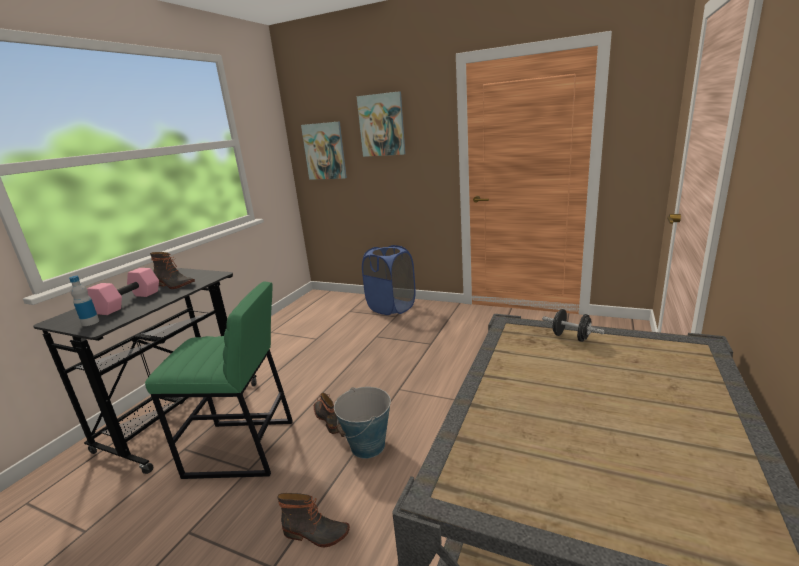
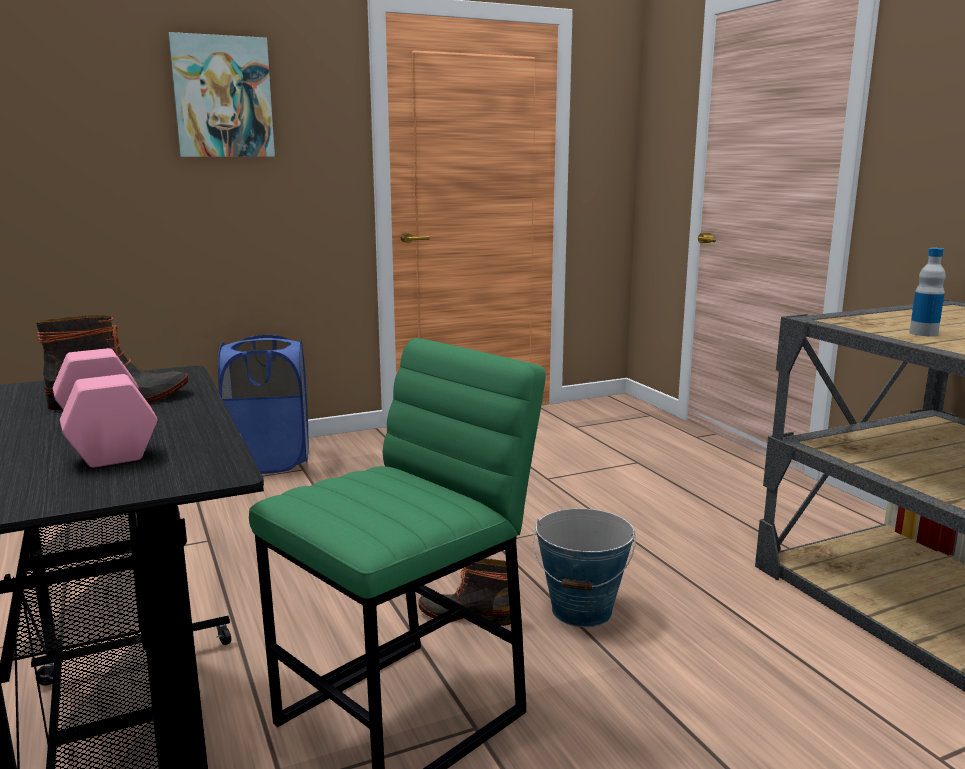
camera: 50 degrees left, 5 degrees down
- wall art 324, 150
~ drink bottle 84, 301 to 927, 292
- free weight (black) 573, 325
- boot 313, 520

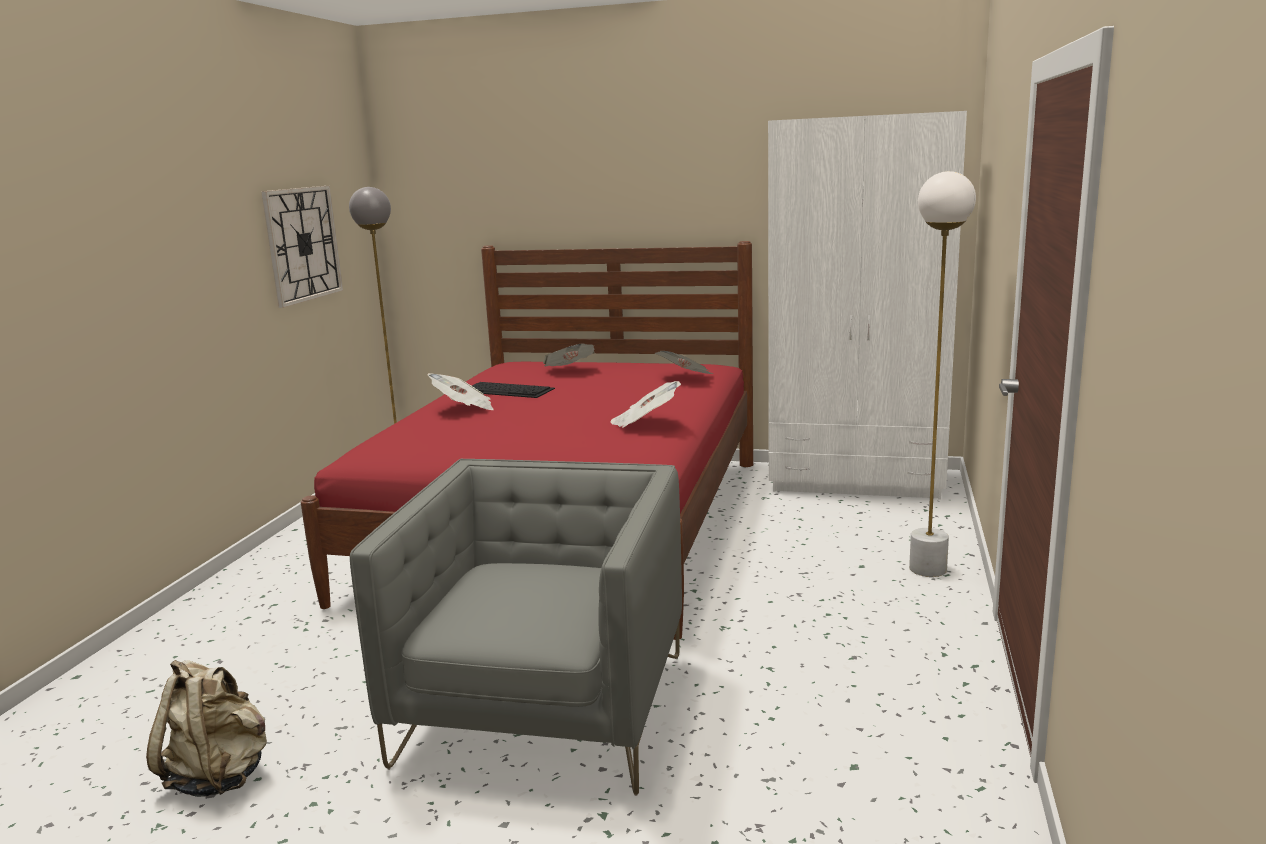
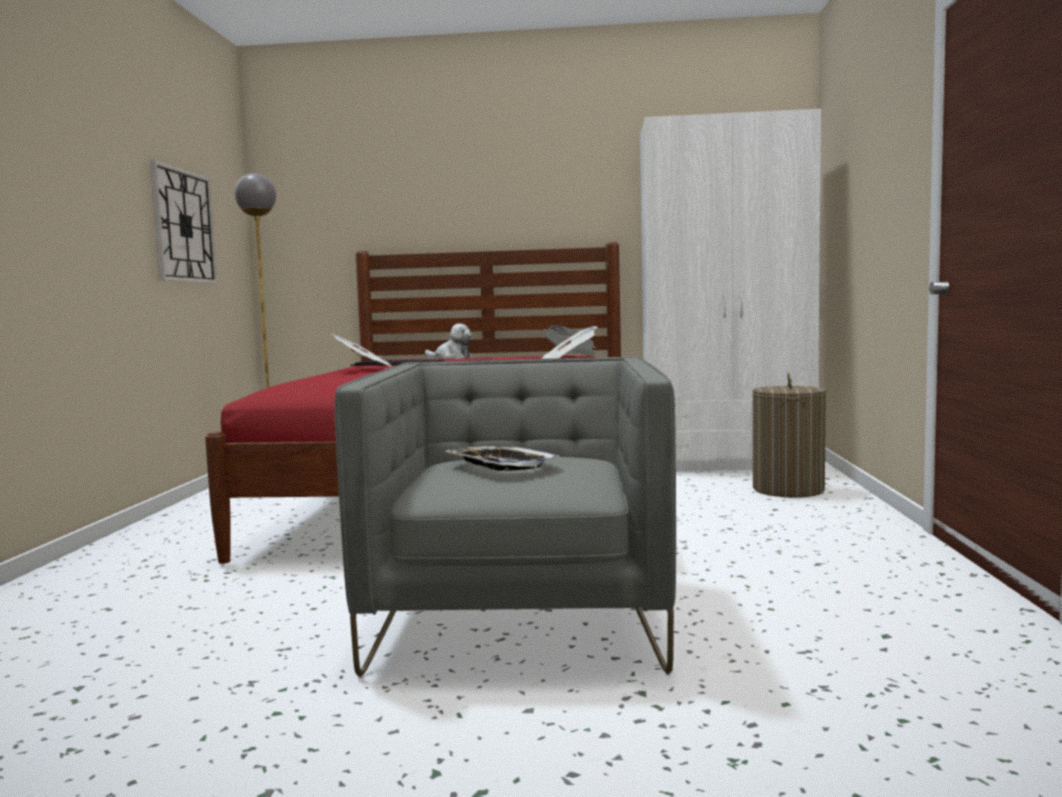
camera: 10 degrees left, 10 degrees down
- standing lamp (whitish) 942, 374
~ newspaper 568, 355 to soft toy 448, 341
- knapsack (beige-coloured) 206, 728
+ laundry basket 789, 435
+ carrying tray 503, 458

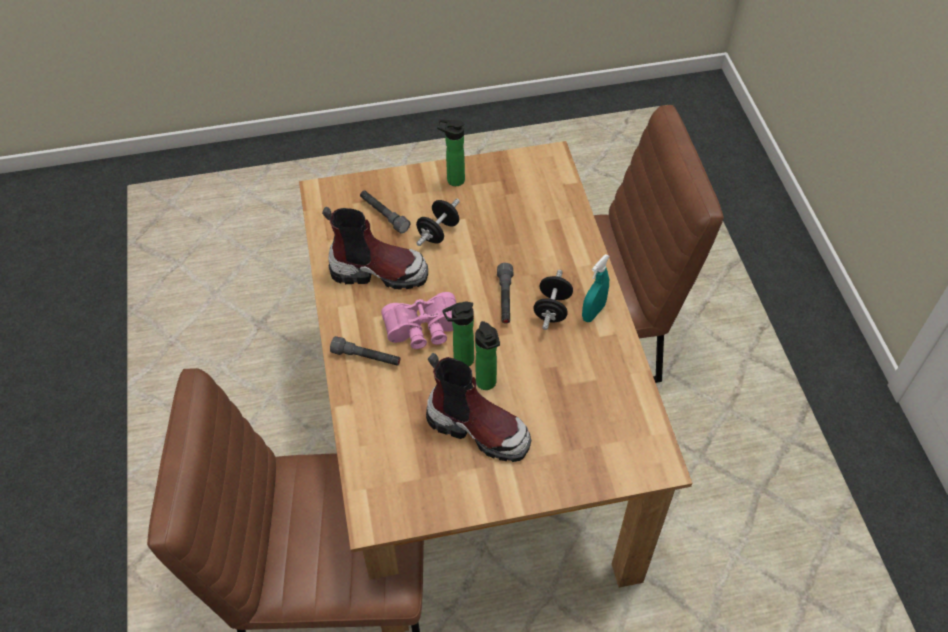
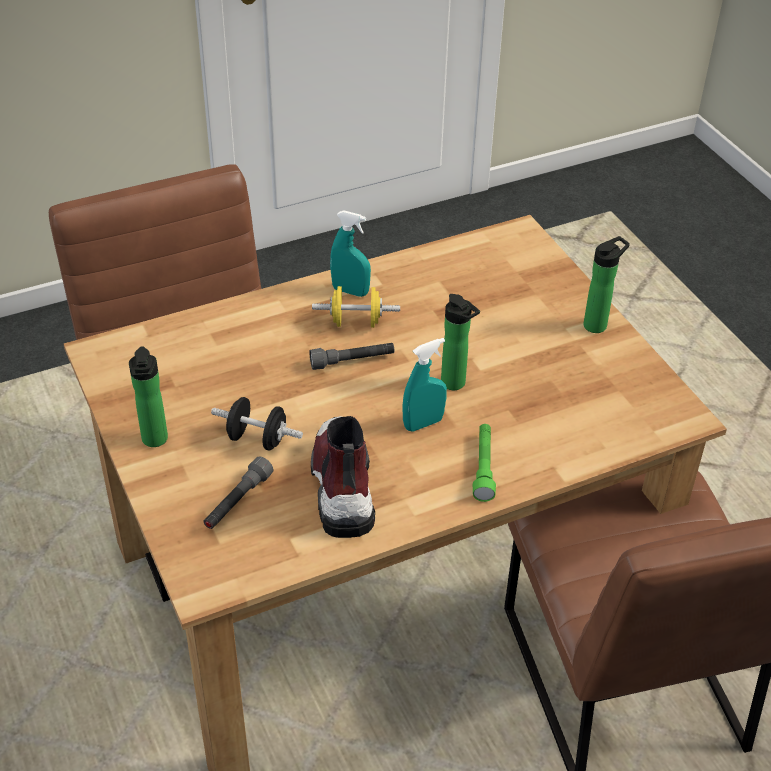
camera: 105 degrees left, 10 degrees down
~ free weight (black) 553, 300 to free weight (yellowish) 356, 307
~ binoculars (pink) 418, 320 to spray bottle (turquoise) 424, 384
~ drink bottle 487, 355 to 606, 284
~ flashlight (grey) 365, 351 to flashlight (greenish) 484, 463
- boot 478, 407

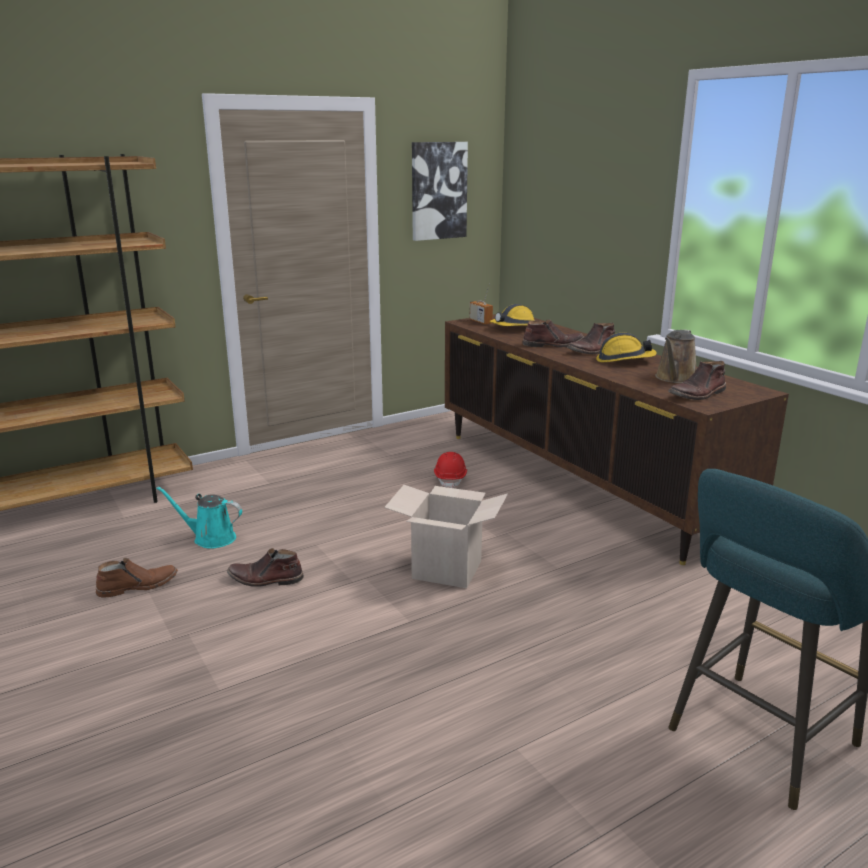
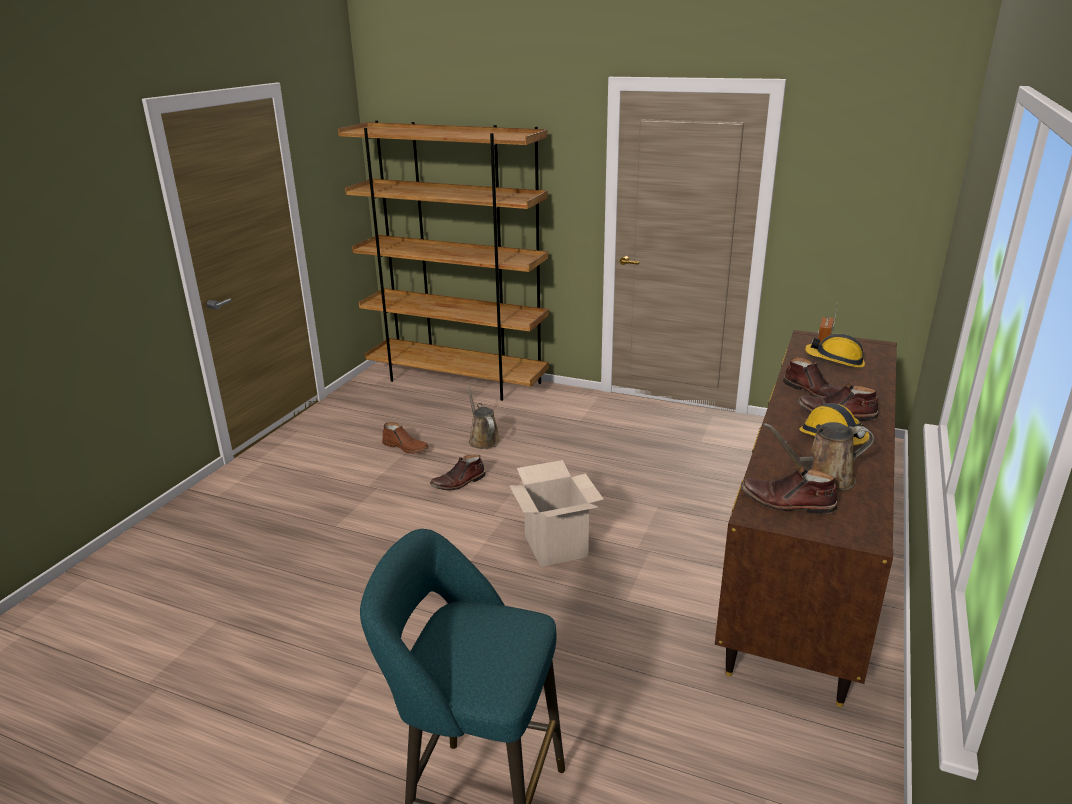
camera: 55 degrees right, 5 degrees up
- wall art 440, 191
- work helmet (red) 450, 470
~ watering can (turquoise) 199, 517 to watering can (brown) 483, 418
~ boot (brown) 265, 567 = 458, 472 90 degrees counterclockwise

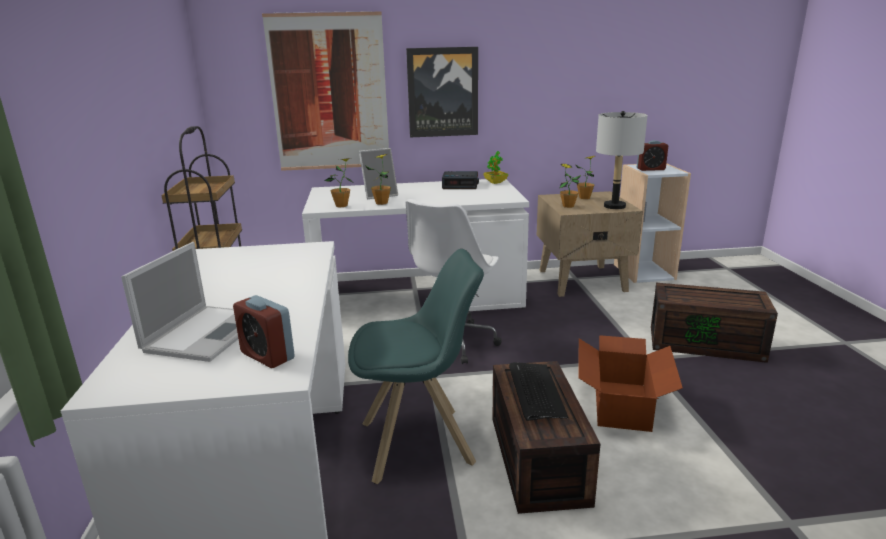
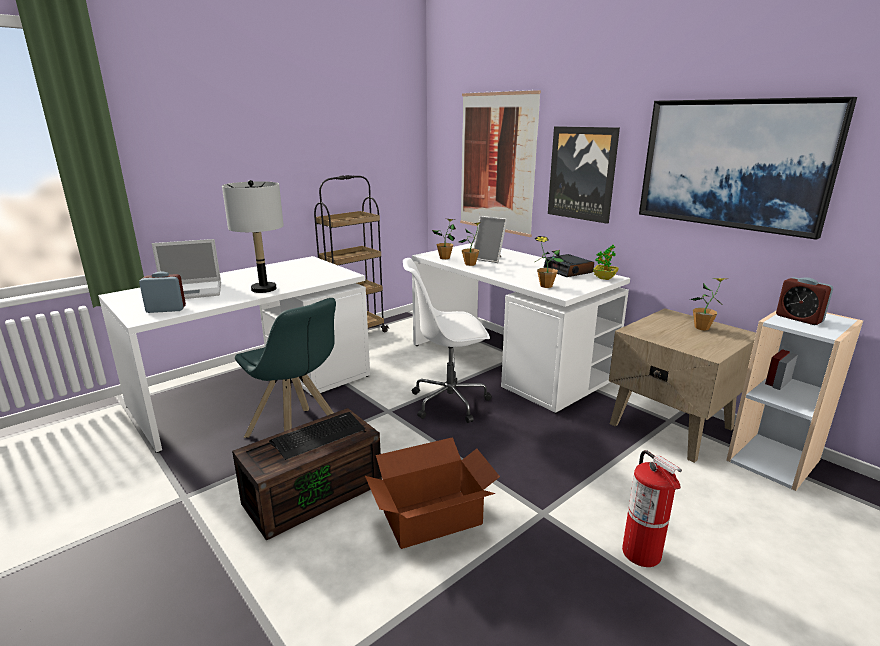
camera: 55 degrees right, 0 degrees up
~ table lamp (grey) 622, 160 to 253, 236
~ houseplant 570, 186 to 549, 262
~ storage box (brown) 714, 323 to fire-fighting cylinder 652, 508
~ table clock 264, 331 = 162, 292 75 degrees clockwise
+ wall art 748, 168

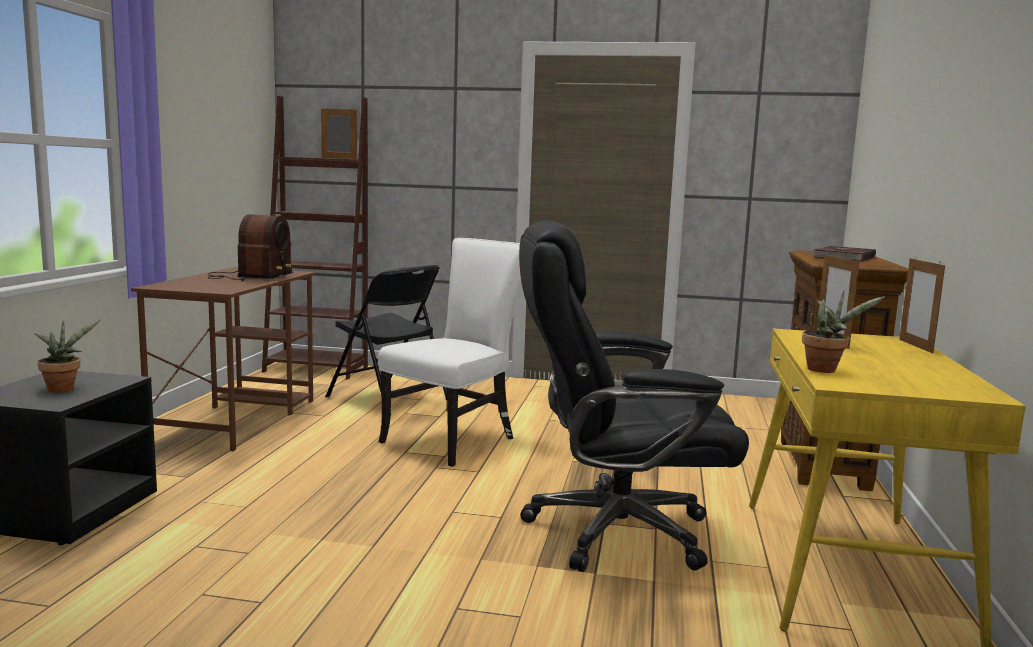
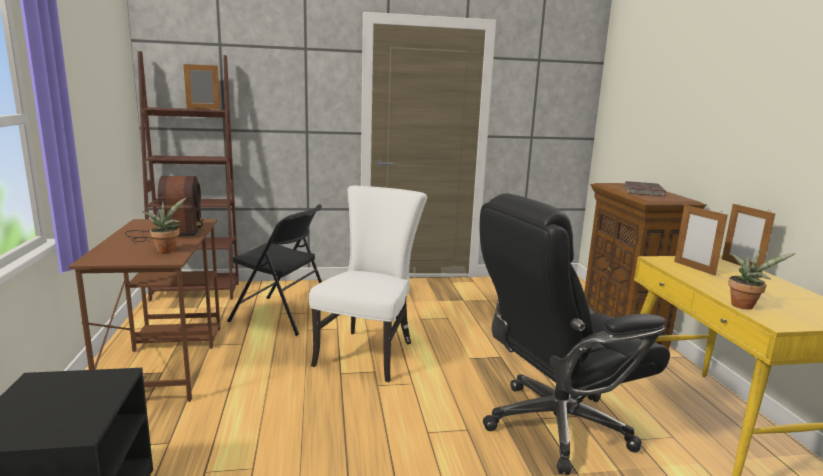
camera: 20 degrees left, 5 degrees up
~ houseplant 67, 355 to 164, 225

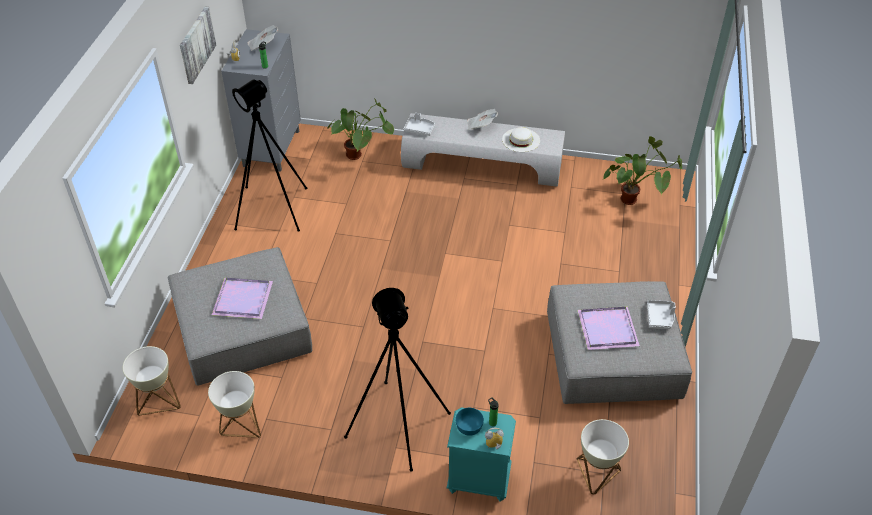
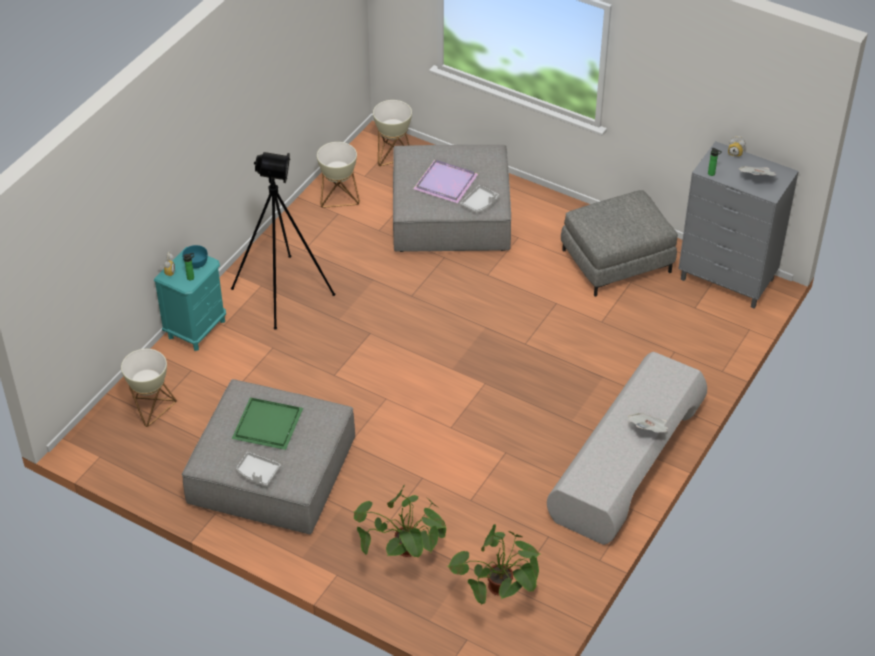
camera: 110 degrees right, 0 degrees up
- wall art 198, 45
~ standing lamp (black) 269, 155 to footrest (grey) 619, 243
~ houseplant 361, 129 to 400, 521
~ carrying tray (grey) 419, 124 to 480, 199
- clothing hat (whitish) 521, 139
~ carrying tray (purple-coloured) 609, 328 to carrying tray (greenish) 267, 423

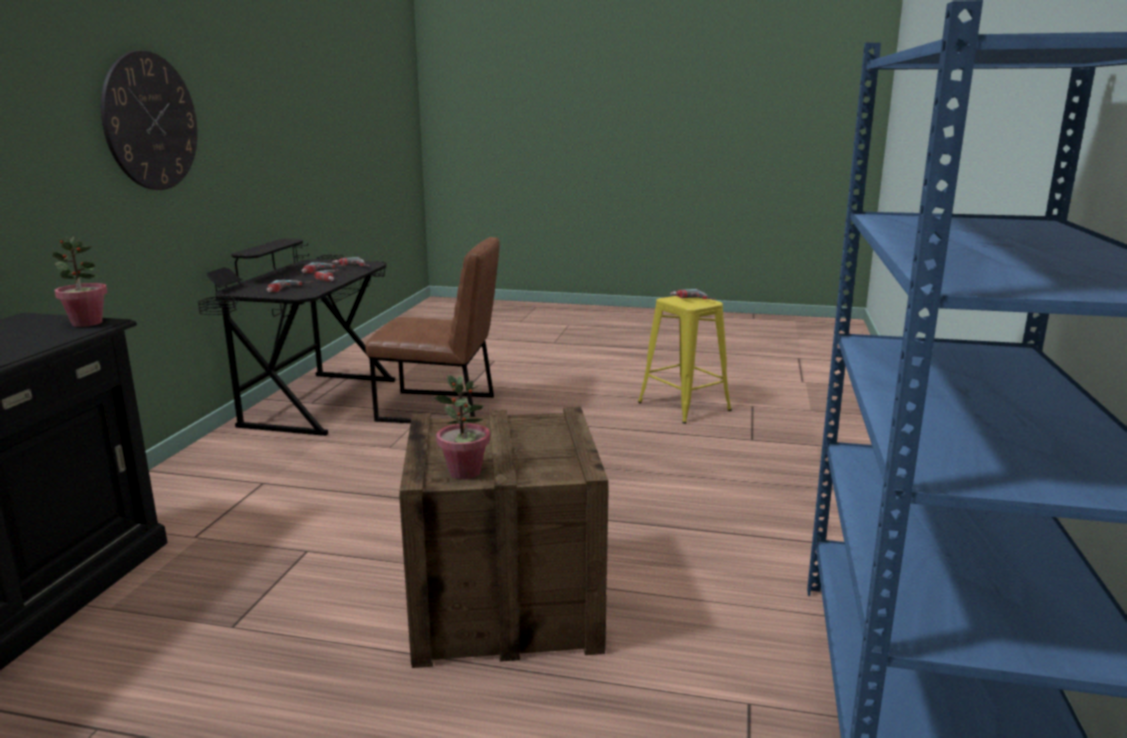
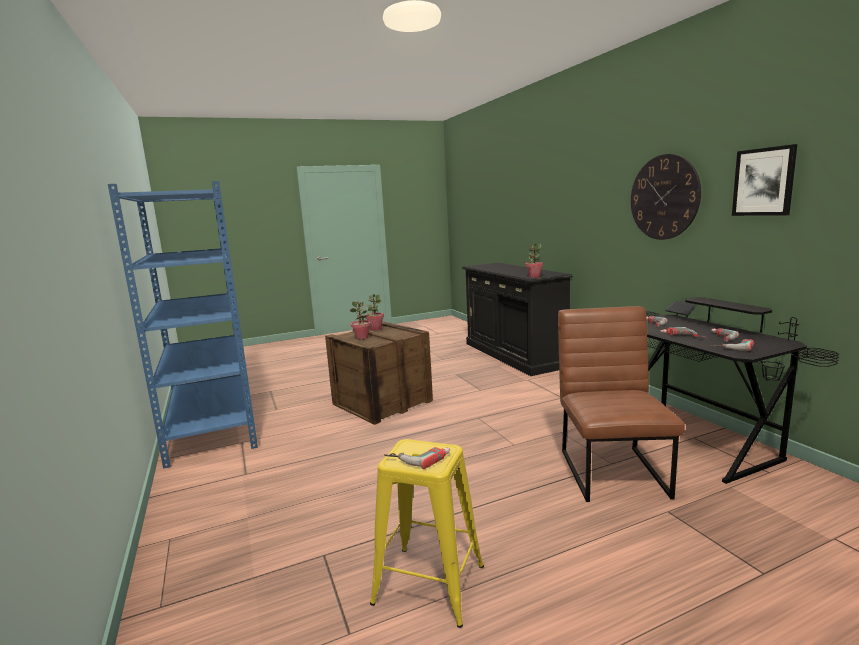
camera: 145 degrees right, 5 degrees down
~ plain chair (brown) 432, 330 = 621, 404 120 degrees clockwise
+ wall art 764, 180
+ houseplant 360, 320

